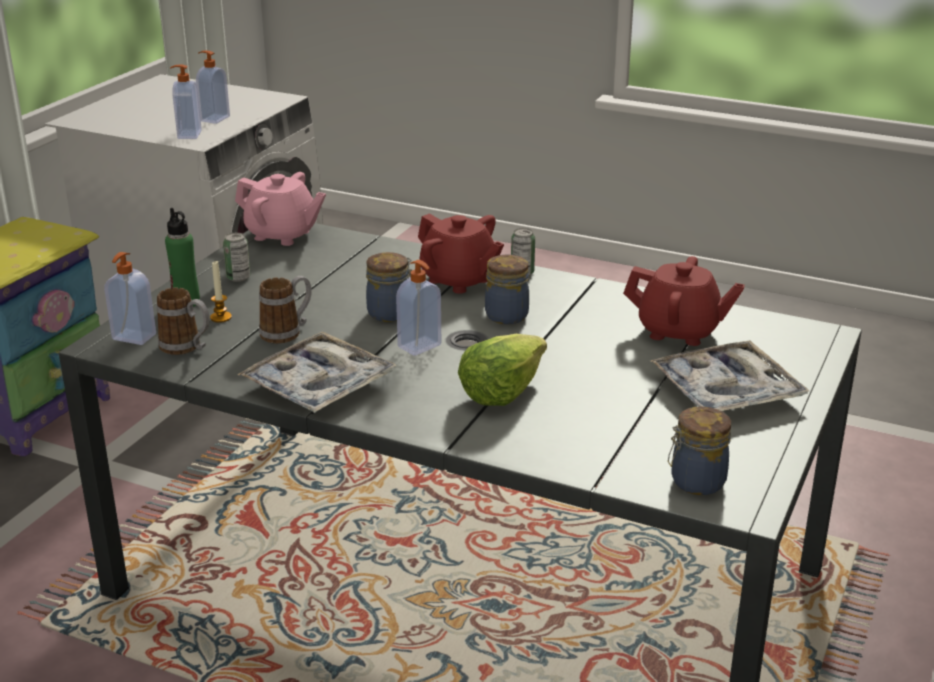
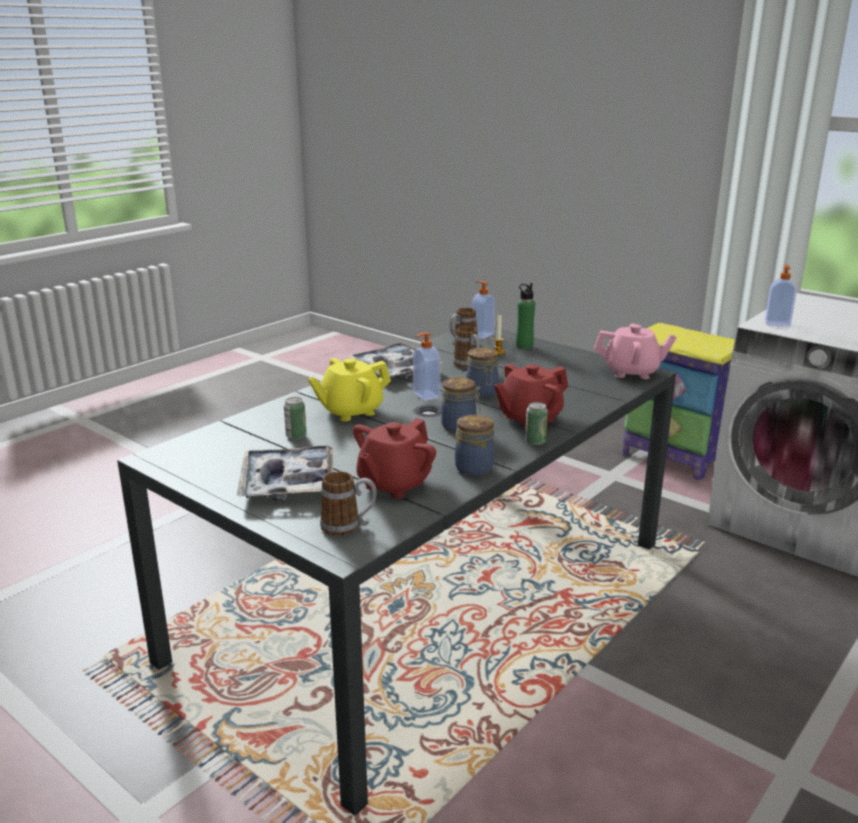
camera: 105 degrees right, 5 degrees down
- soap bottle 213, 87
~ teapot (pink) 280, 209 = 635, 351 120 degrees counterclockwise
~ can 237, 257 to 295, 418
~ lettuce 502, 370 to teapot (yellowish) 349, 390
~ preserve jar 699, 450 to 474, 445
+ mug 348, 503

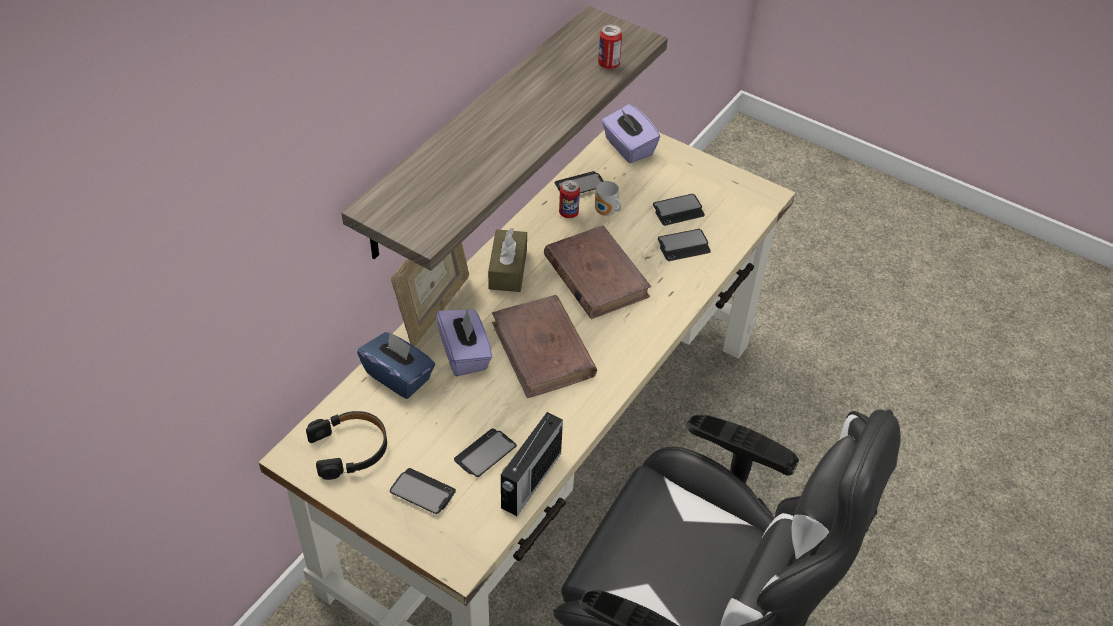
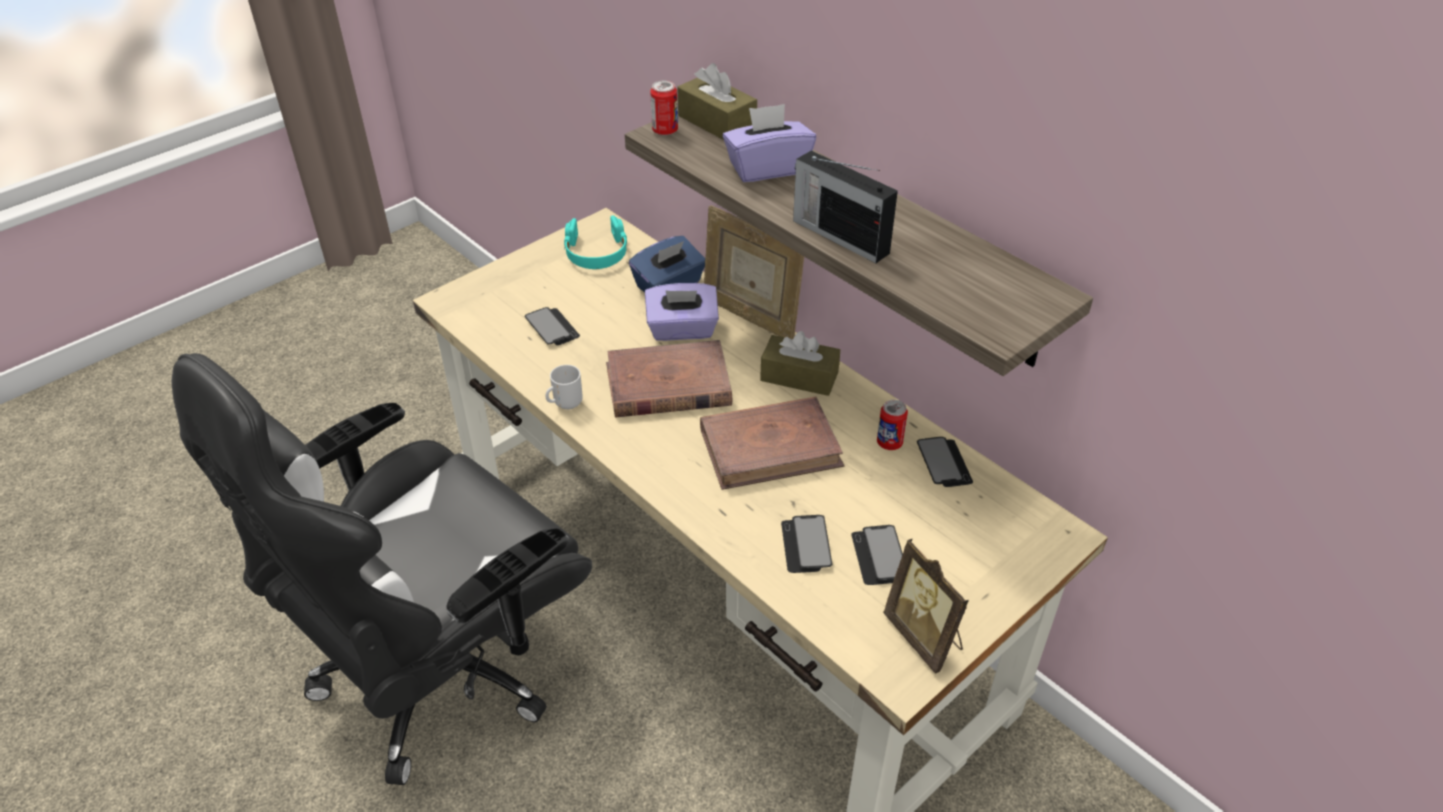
camera: 105 degrees right, 5 degrees down
~ can 610, 47 to 664, 108
~ box of tissues (purple-coloured) 631, 133 to 769, 143
~ mug 608, 198 to 564, 387
~ pair of headphones (black) 346, 445 to pair of headphones (turquoise) 595, 242
~ radio set 532, 464 to 845, 207
- telephone 423, 491
+ box of tissues (brown) 717, 101
+ photo frame 926, 606

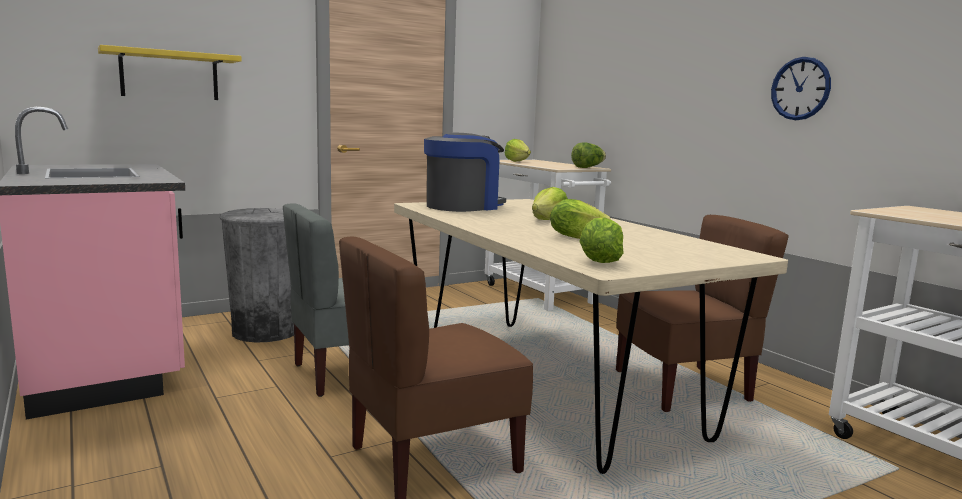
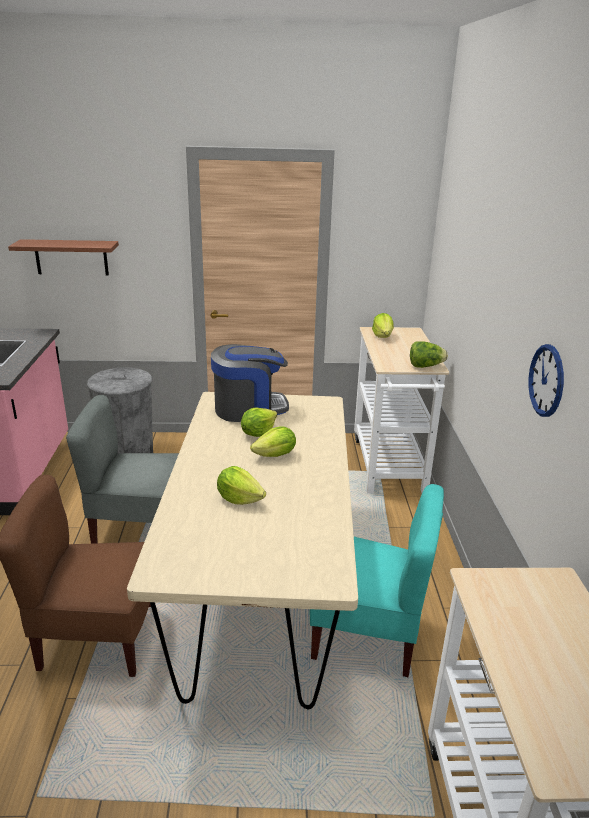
camera: 30 degrees right, 15 degrees up
~ shelf (yellowish) 170, 72 to shelf (brown) 63, 257
~ plain chair (brown) 702, 313 to plain chair (turquoise) 377, 580
~ lettuce 601, 240 to 259, 422

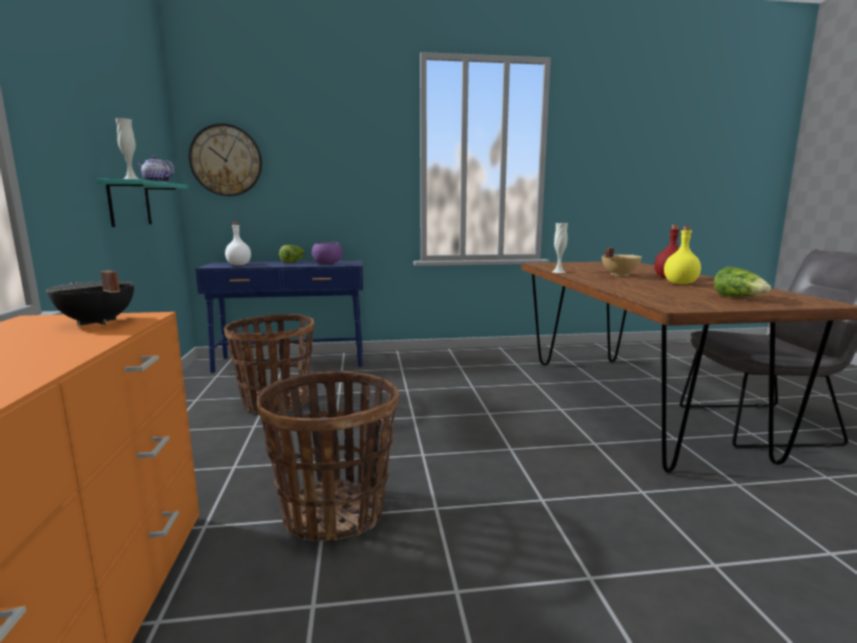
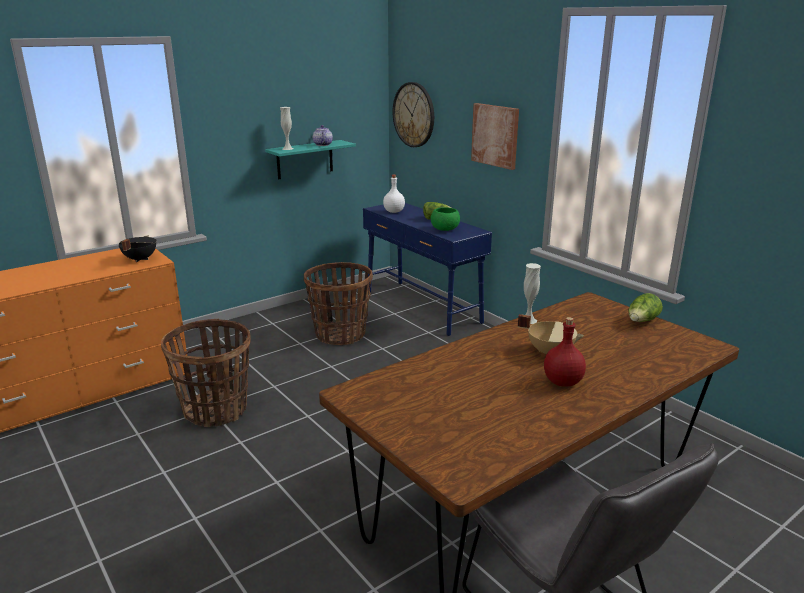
camera: 60 degrees right, 10 degrees up
- drink bottle (yellowish) 682, 255
~ serving bowl (purple-coloured) 327, 253 to serving bowl (greenish) 445, 219
~ lettuce 742, 282 to 645, 307
+ wall art 495, 136

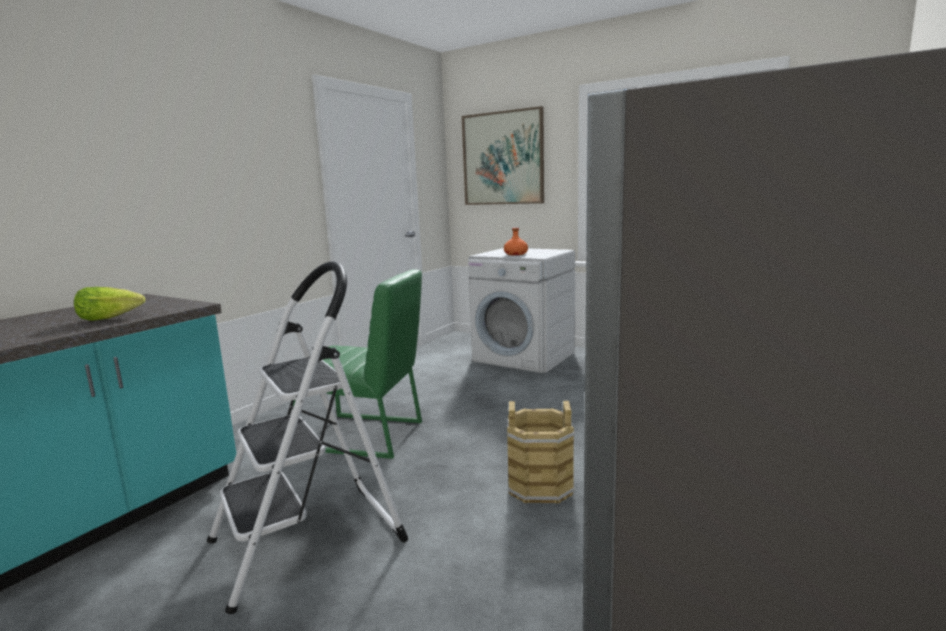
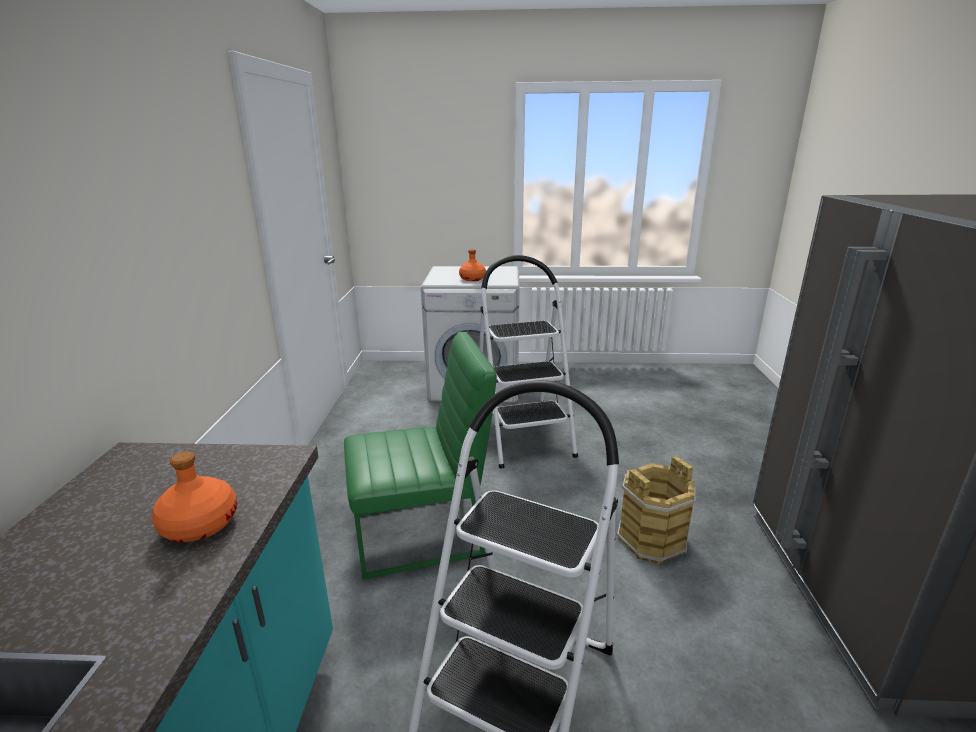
camera: 30 degrees left, 10 degrees up
- wall art 503, 155
~ lettuce 109, 304 to drink bottle (orange-coloured) 194, 496
+ step ladder 528, 362

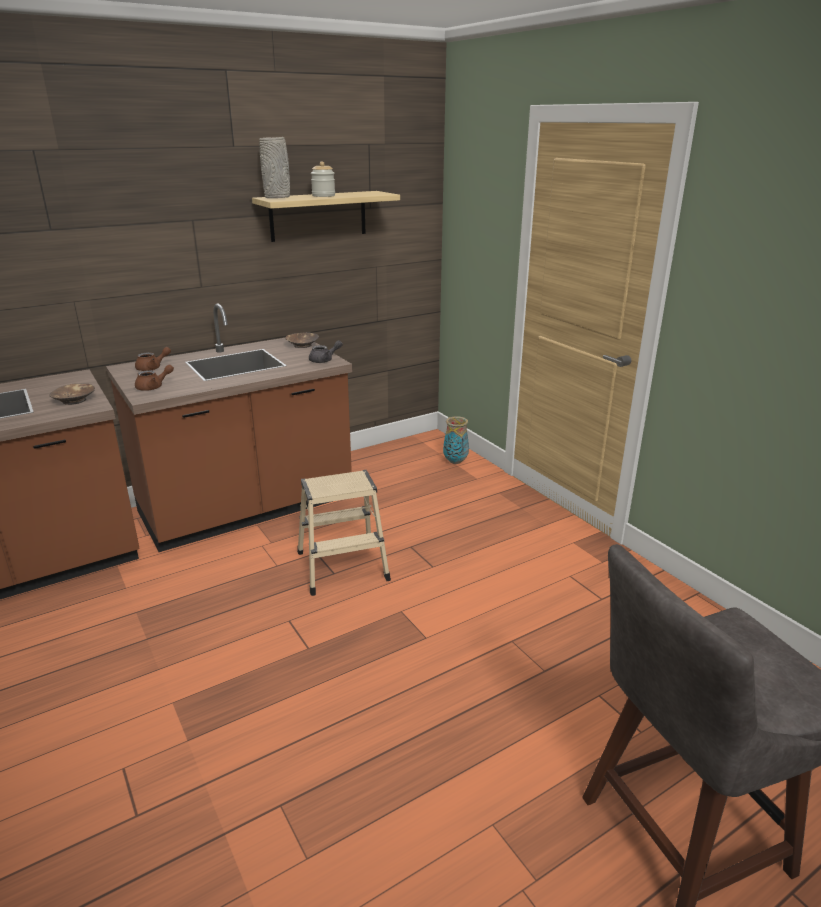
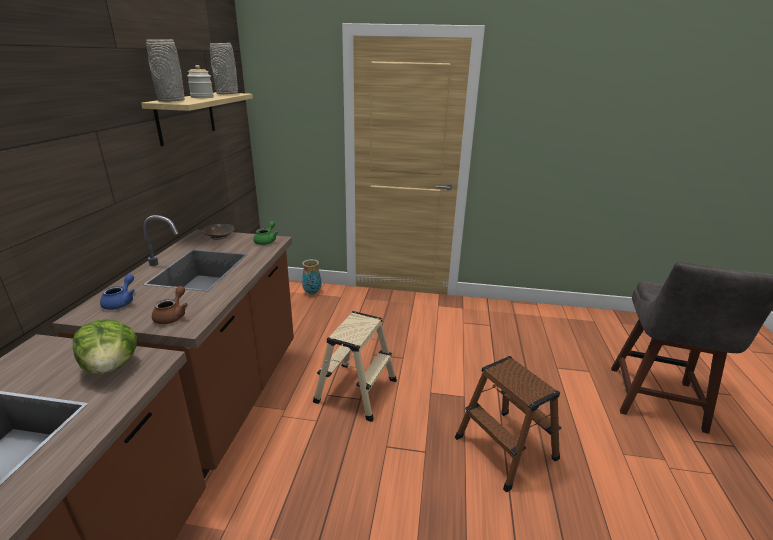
camera: 50 degrees left, 0 degrees up
~ teapot (grey) 326, 351 to teapot (greenish) 265, 233
~ teapot (brown) 153, 359 to teapot (blue-coloured) 117, 292
~ serving bowl (brown) 72, 394 to lettuce 105, 346
+ flower vase (grey) 224, 68
+ step ladder (brown) 508, 424

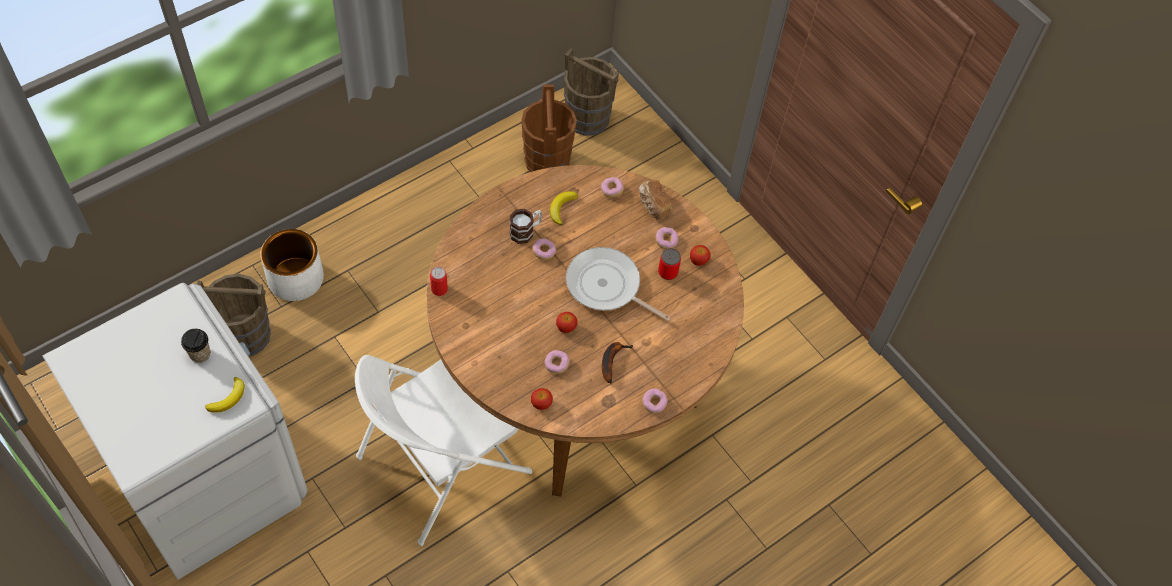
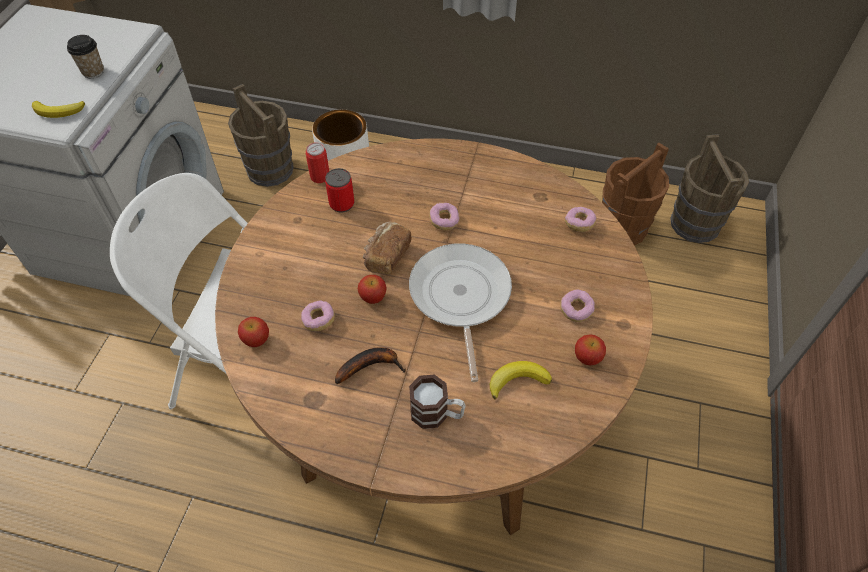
camera: 55 degrees right, 5 degrees down
~ bread 656, 200 to 387, 248
~ whole banana 564, 208 to 521, 380
~ mug 525, 226 to 437, 401
~ can 669, 264 to 339, 190
- donut 655, 401

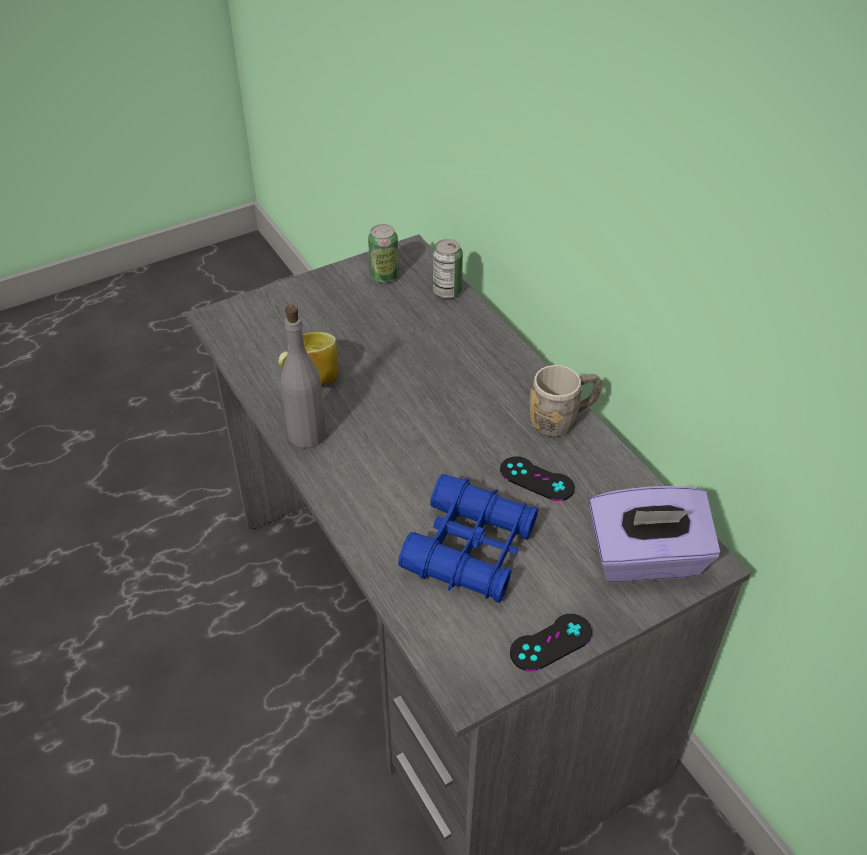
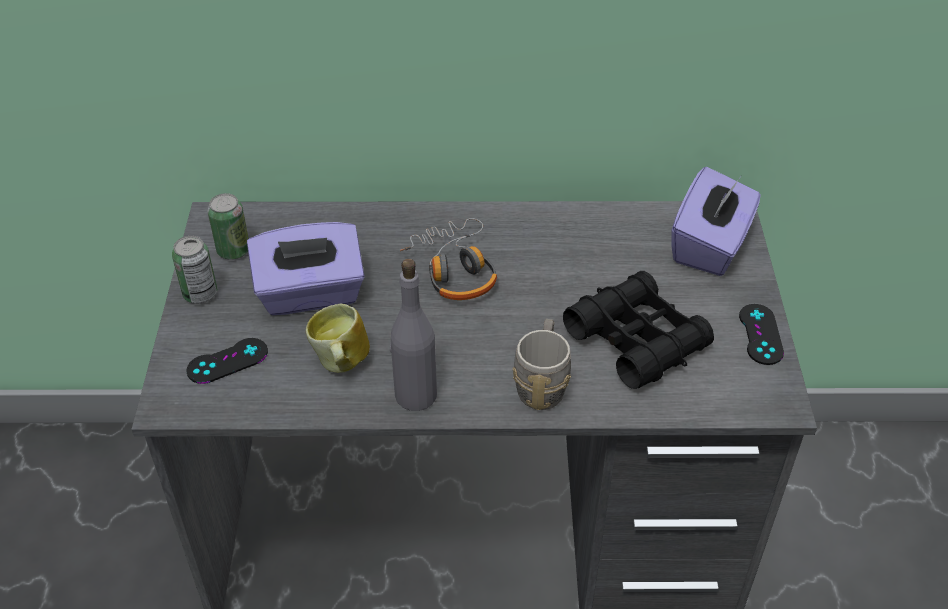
camera: 60 degrees left, 0 degrees up
~ can 448, 268 to 194, 270
~ mug (grey) 566, 401 to 541, 364
~ game controller (black) 537, 478 to 227, 361
~ binoculars (blue-coloured) 468, 538 to binoculars (black) 638, 330
+ pair of headphones 448, 259
+ box of tissues (purple-coloured) 306, 268

